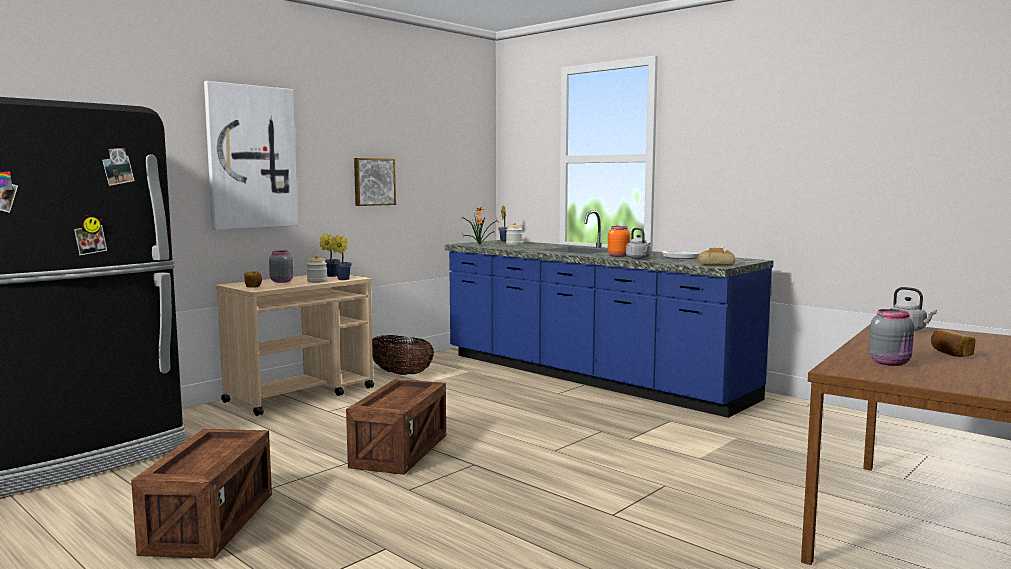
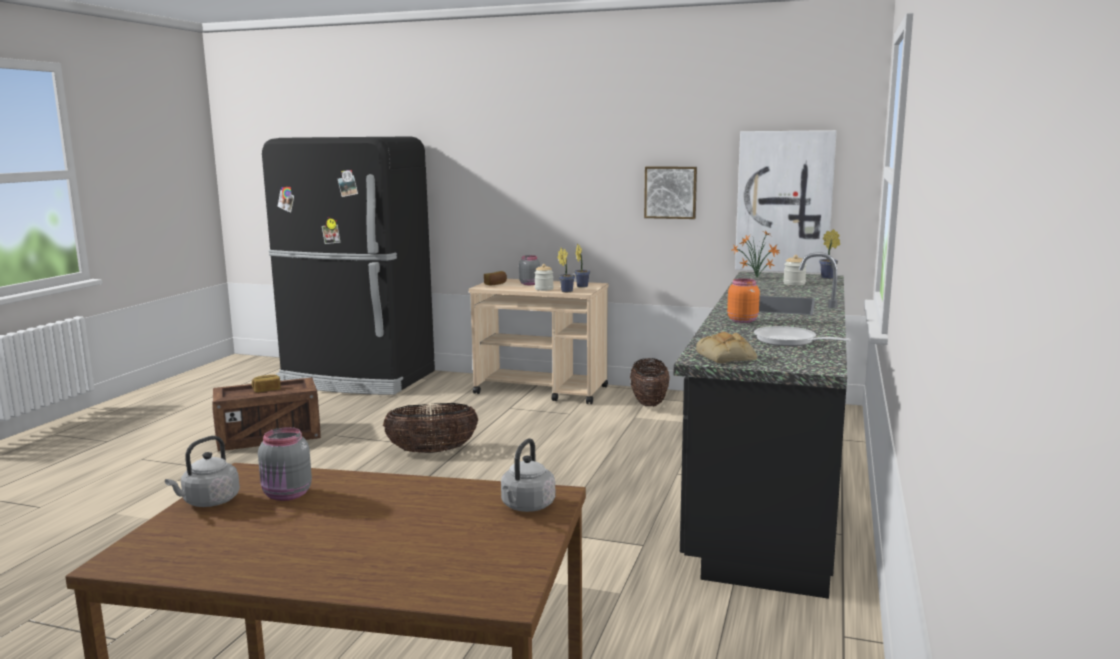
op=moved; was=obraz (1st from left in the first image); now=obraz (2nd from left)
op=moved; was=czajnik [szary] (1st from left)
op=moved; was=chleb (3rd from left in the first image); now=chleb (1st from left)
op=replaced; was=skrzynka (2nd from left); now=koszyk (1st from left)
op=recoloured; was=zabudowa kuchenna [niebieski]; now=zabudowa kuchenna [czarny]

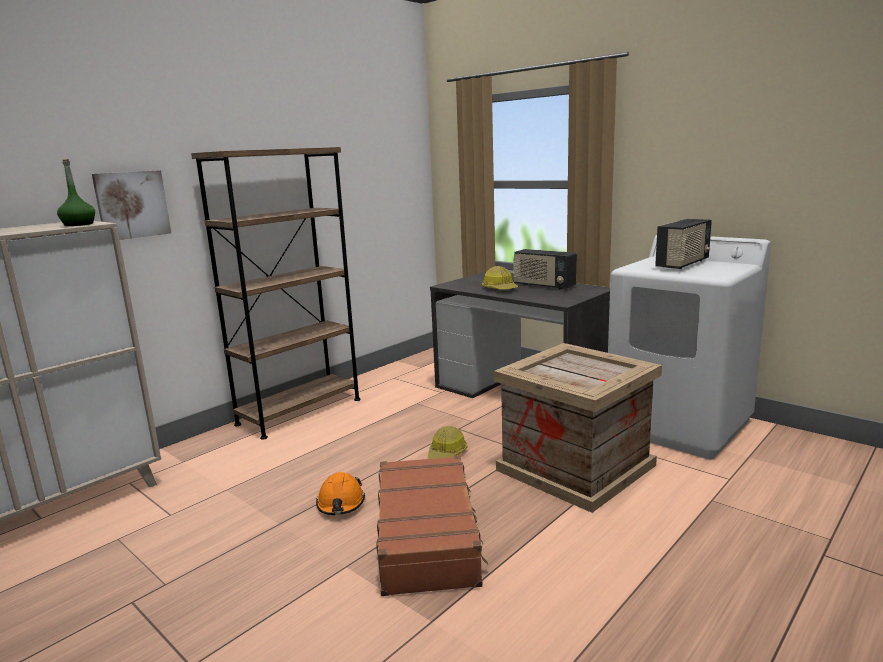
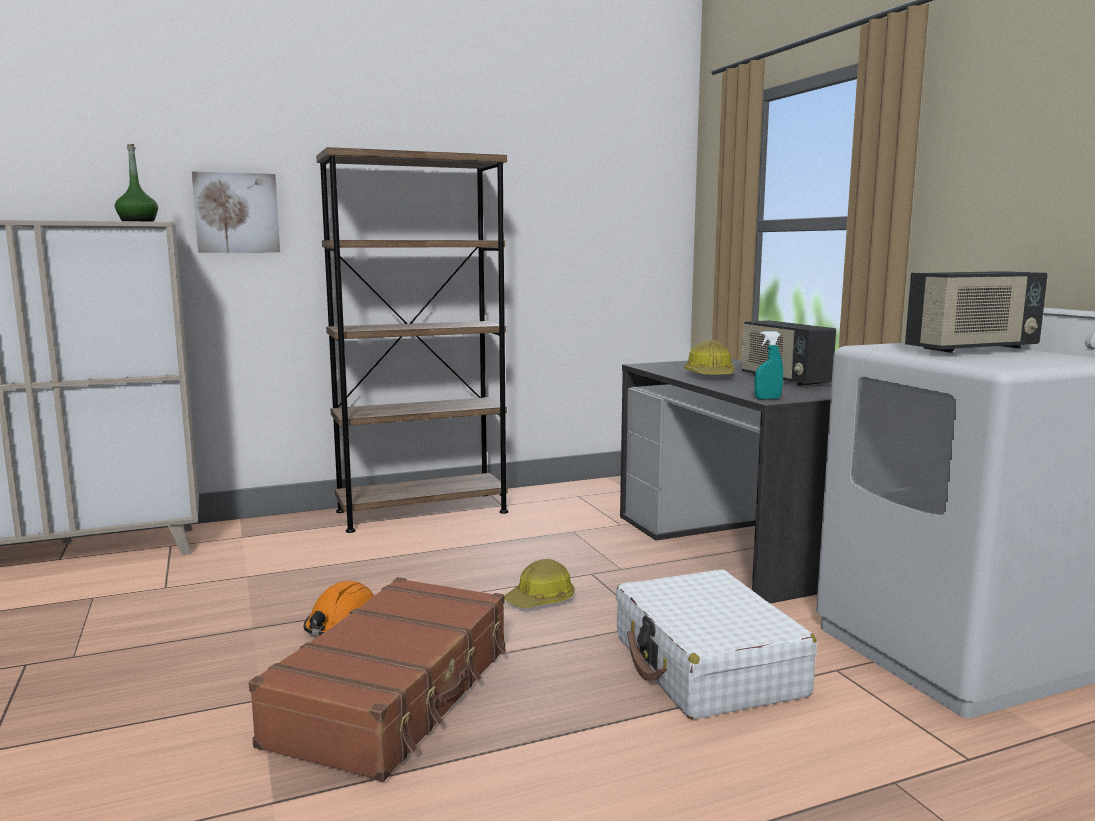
op=added; now=spryskiwacz [turkusowy]
op=replaced; was=skrzynka; now=walizka [biały]

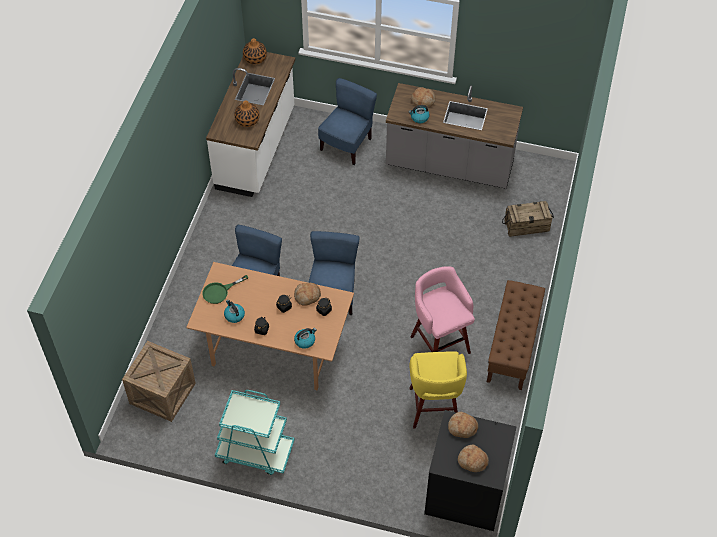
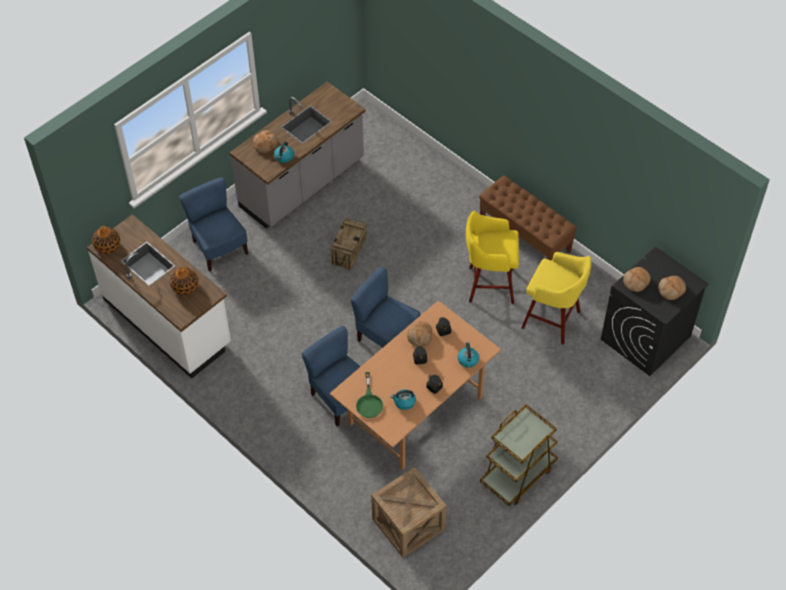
op=moved; was=skrzynka (2nd from left in the first image); now=skrzynka (1st from left)
op=recoloured; was=wózek [turkusowy]; now=wózek [brązowy]
op=recoloured; was=stołek [różowy]; now=stołek [żółty] (1st from left)

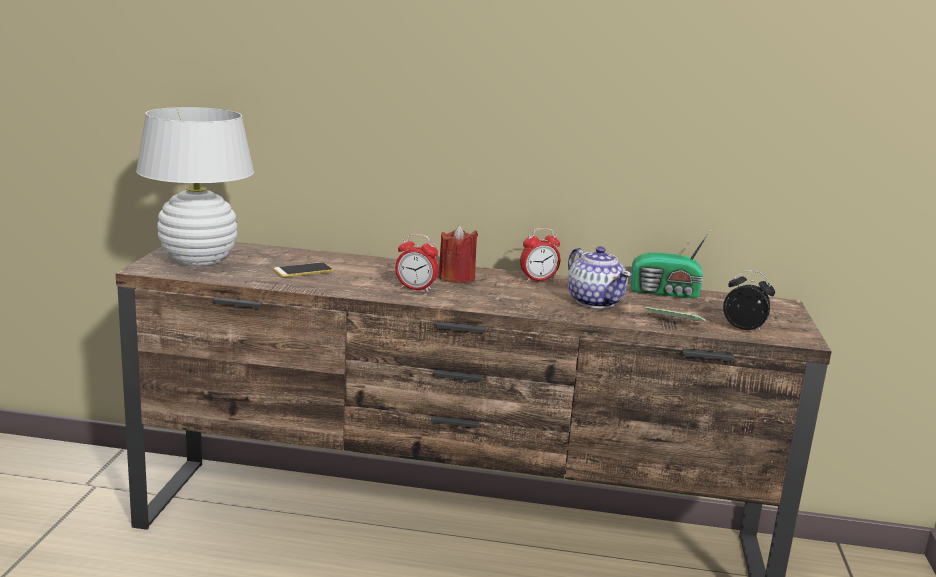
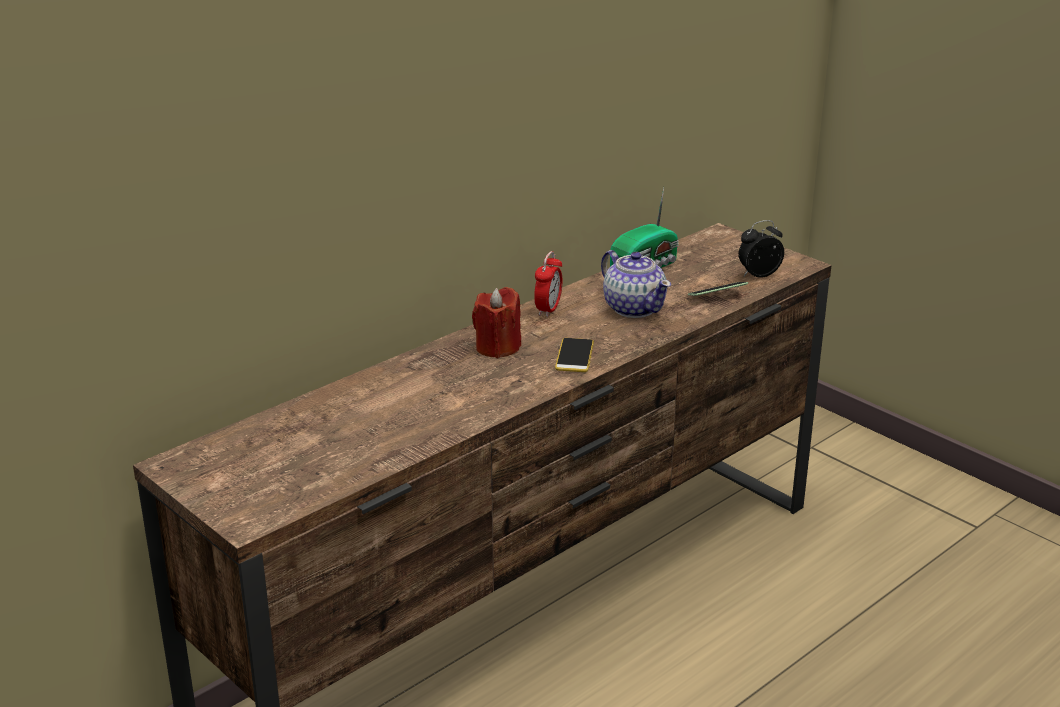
op=removed; was=lampa stołowa [biały]
op=removed; was=budzik (1st from left)
op=moved; was=telefon (1st from left)
op=turned; was=imbryk; clockwise=45

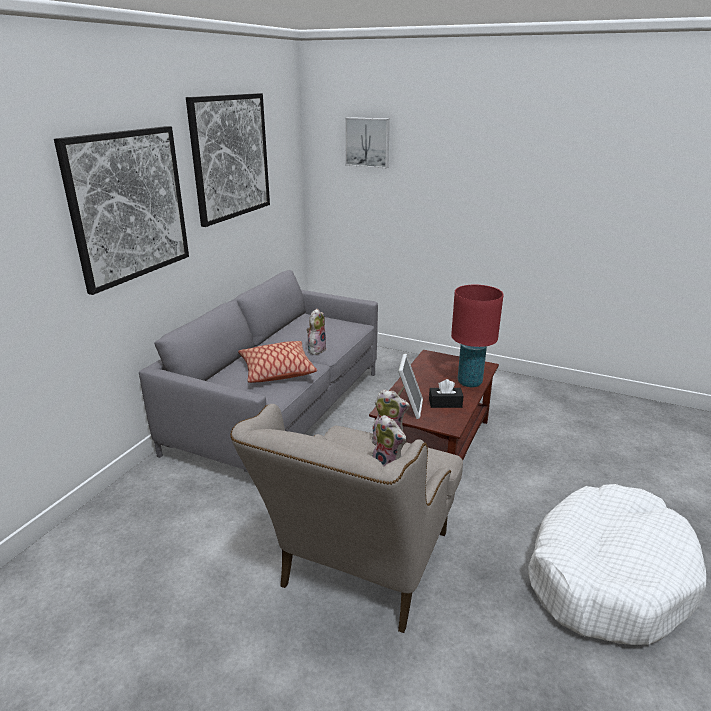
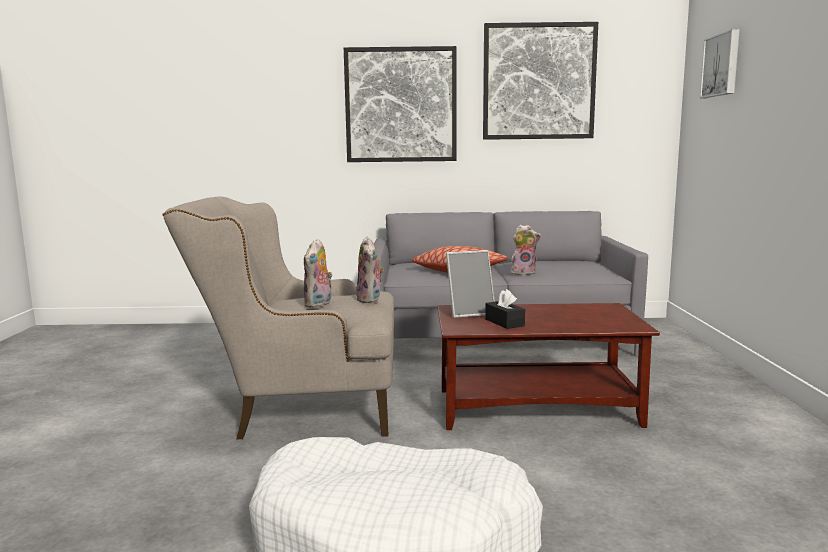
op=removed; was=lampa stołowa [czerwony]

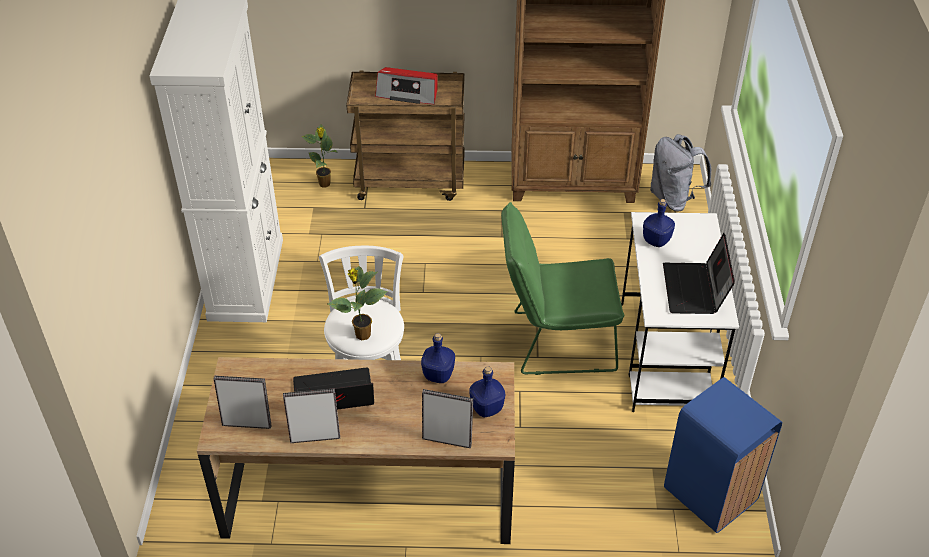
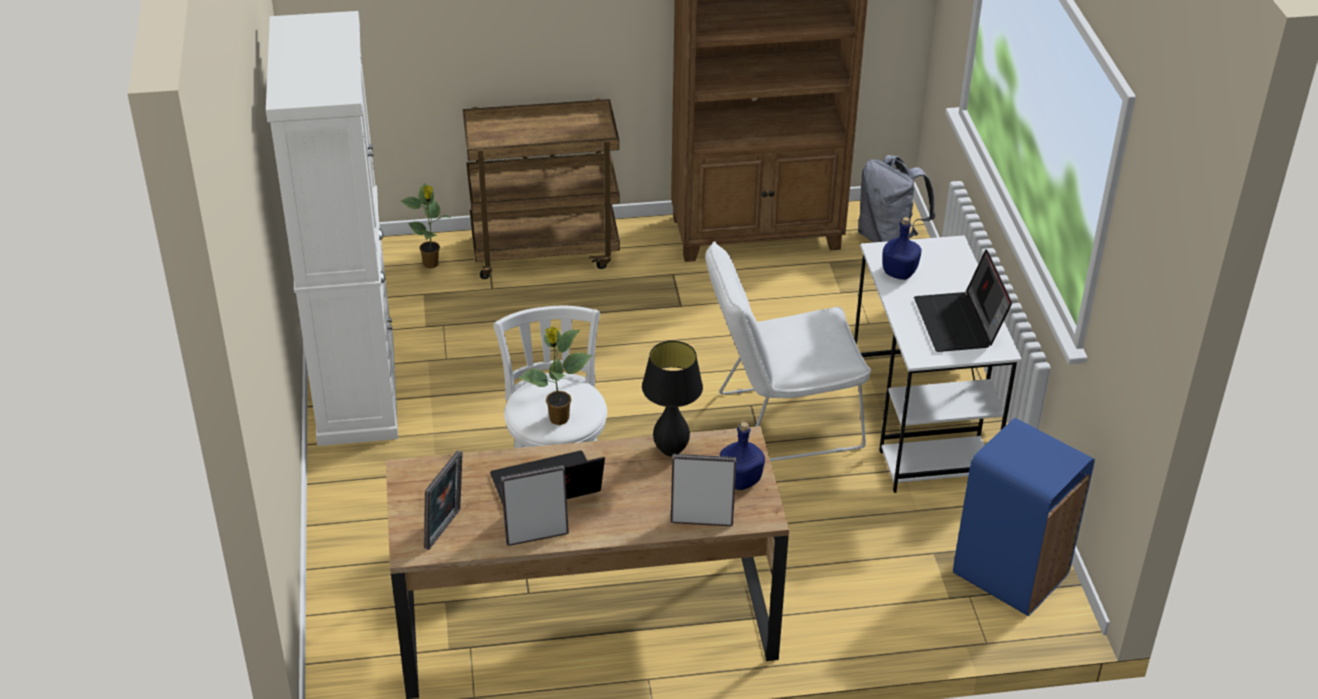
op=removed; was=radio
op=replaced; was=butelka [niebieski] (1st from left); now=lampa stołowa [czarny]
op=recoloured; was=krzesło [zielony]; now=krzesło [biały]
op=turned; was=ramka na zdjęcie (1st from left); clockwise=120

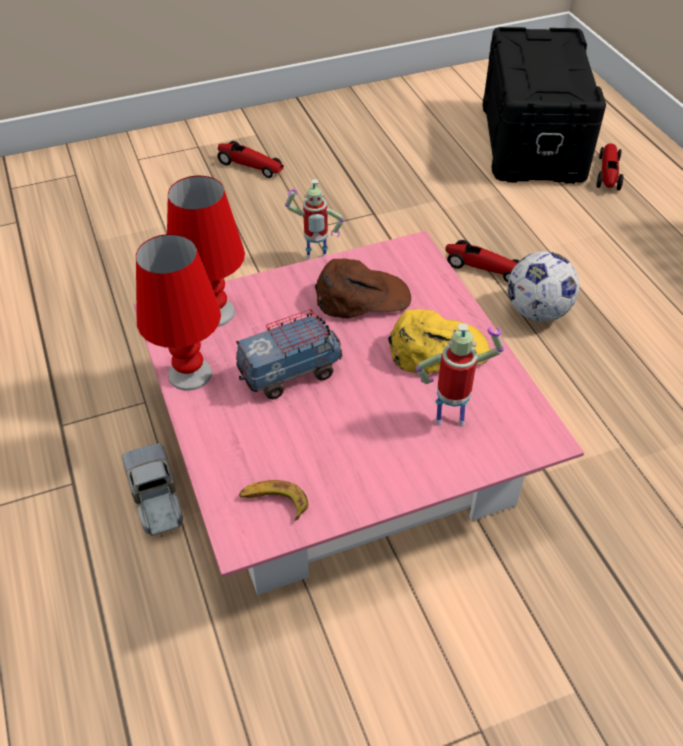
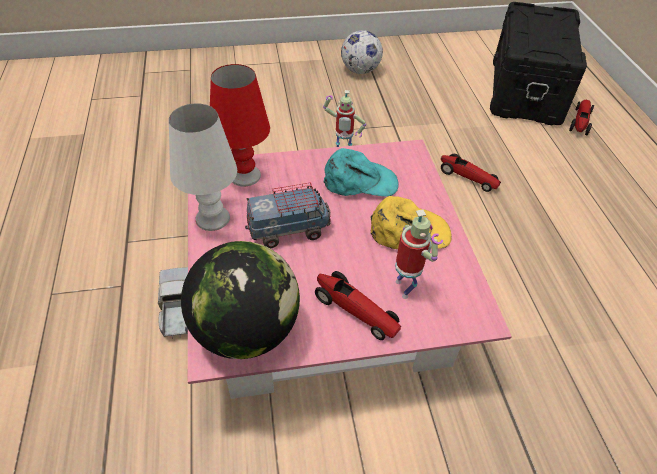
op=moved; was=samochodzik (1st from left)
op=moved; was=piłka futbolowa
op=replaced; was=banan; now=globus
op=recoloured; was=lampa stołowa [czerwony] (1st from left); now=lampa stołowa [biały]
op=recoloured; was=czapka z daszkiem [brązowy]; now=czapka z daszkiem [turkusowy]
op=turned; was=robot zabawkowy (2nd from left); clockwise=60

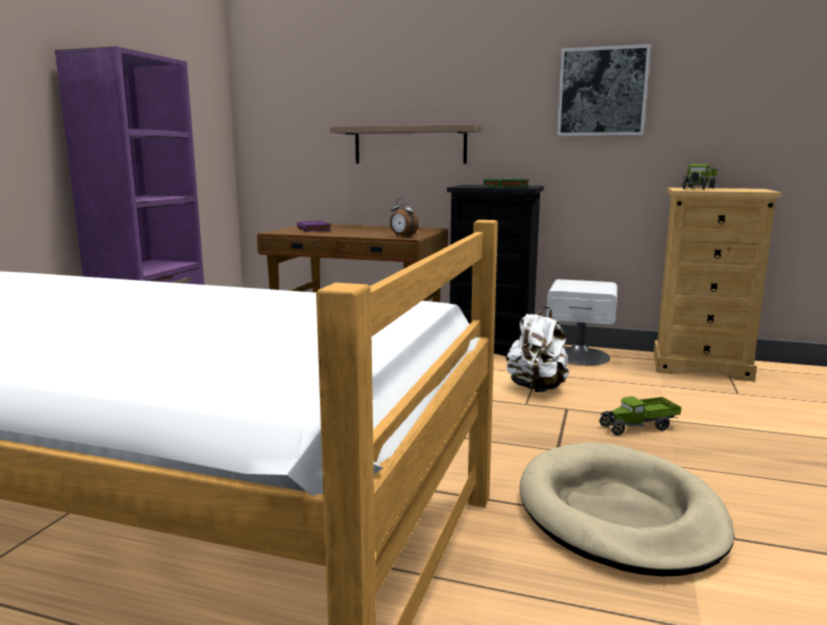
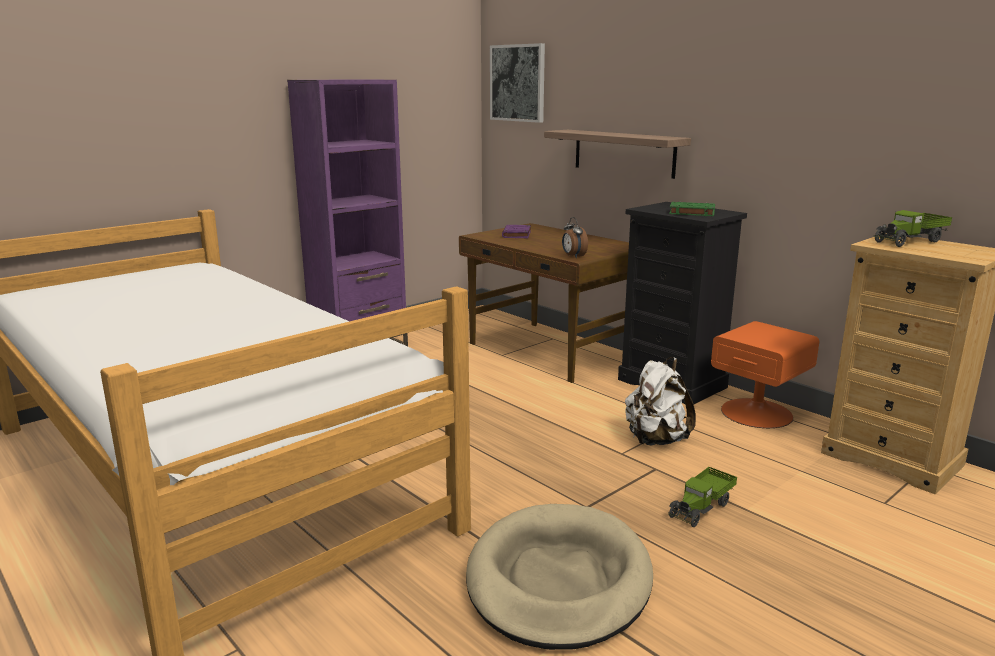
op=moved; was=obraz
op=recoloured; was=szafka nocna [biały]; now=szafka nocna [pomarańczowy]
op=turned; was=ciężarówka zabawkowa (1st from left); clockwise=-60

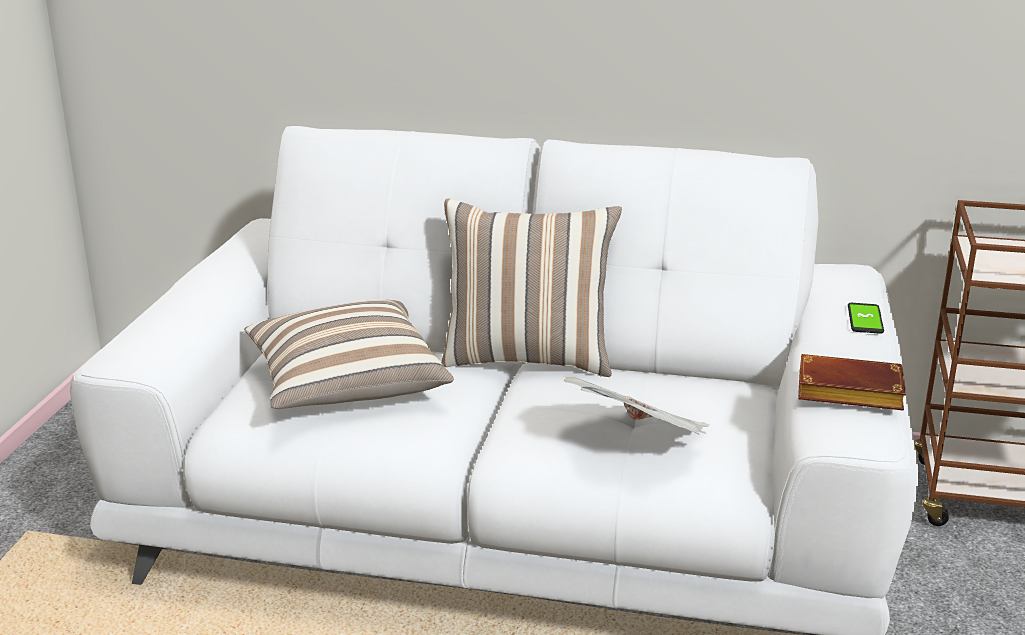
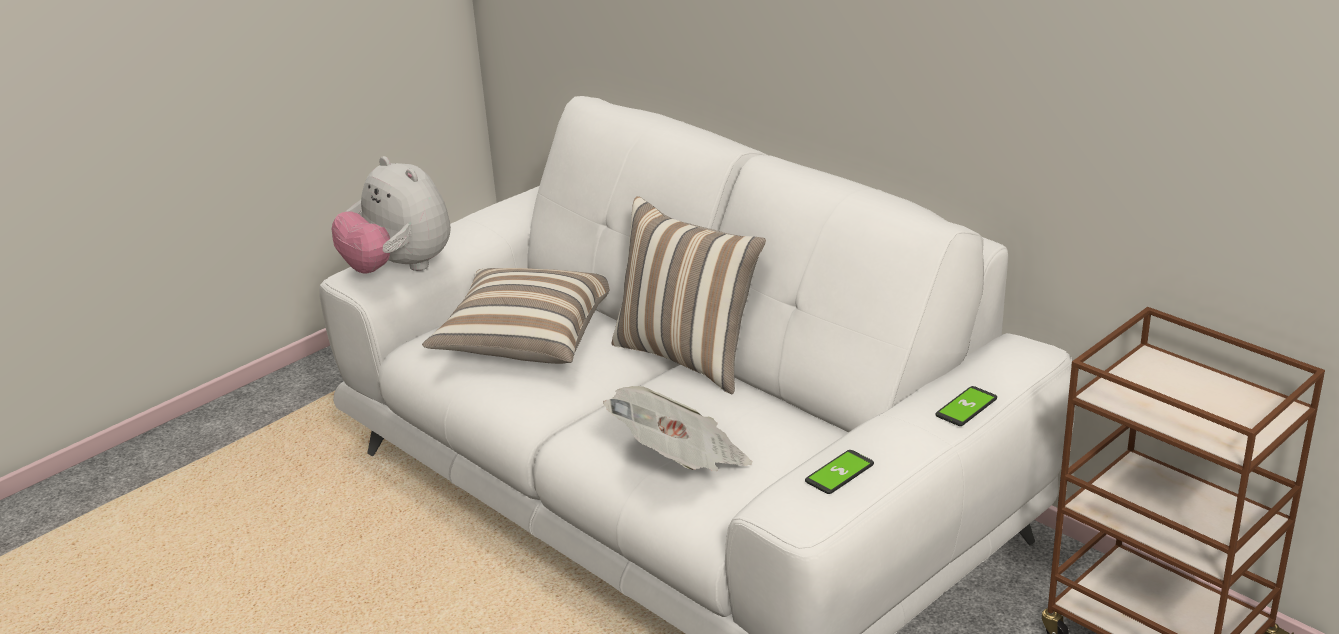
op=added; now=pluszak
op=replaced; was=książka [brązowy]; now=telefon (1st from left)

